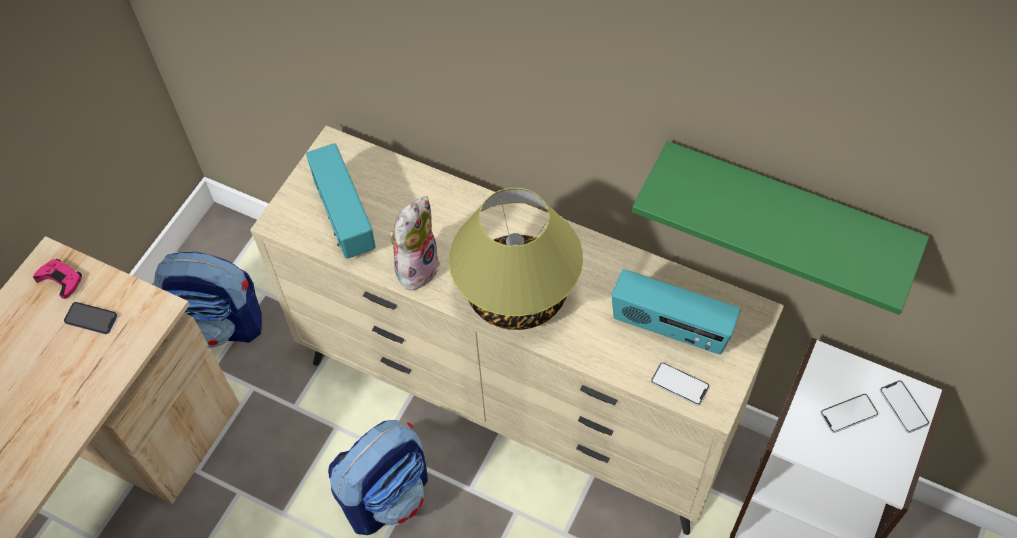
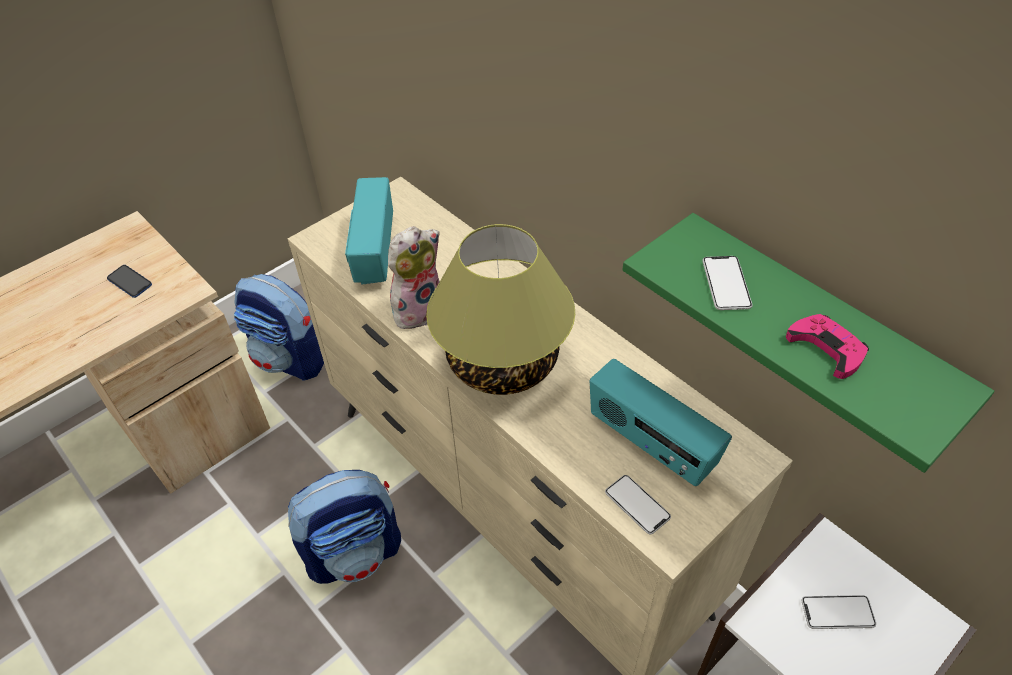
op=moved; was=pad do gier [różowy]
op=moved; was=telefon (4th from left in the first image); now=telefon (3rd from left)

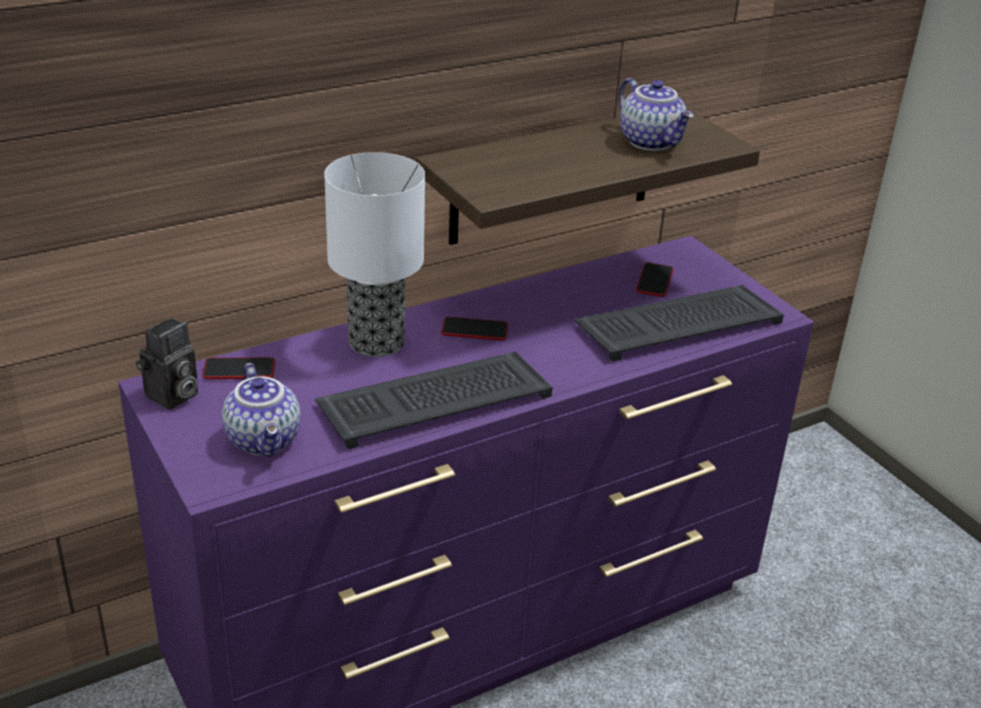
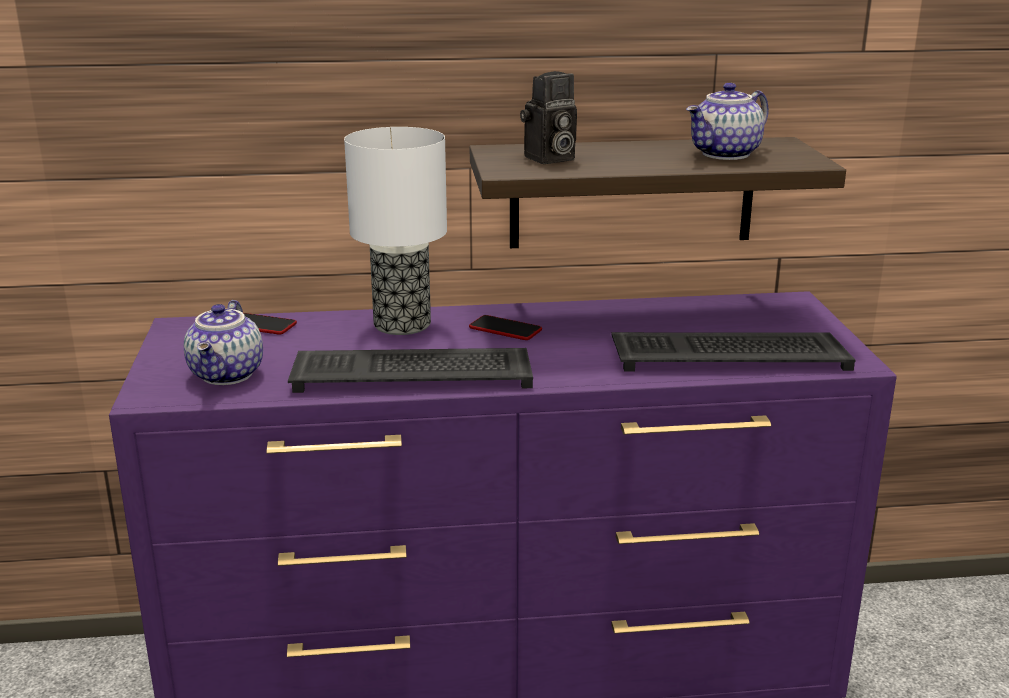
op=removed; was=telefon (3rd from left)
op=moved; was=aparat fotograficzny
op=turned; was=imbryk (2nd from left); clockwise=60

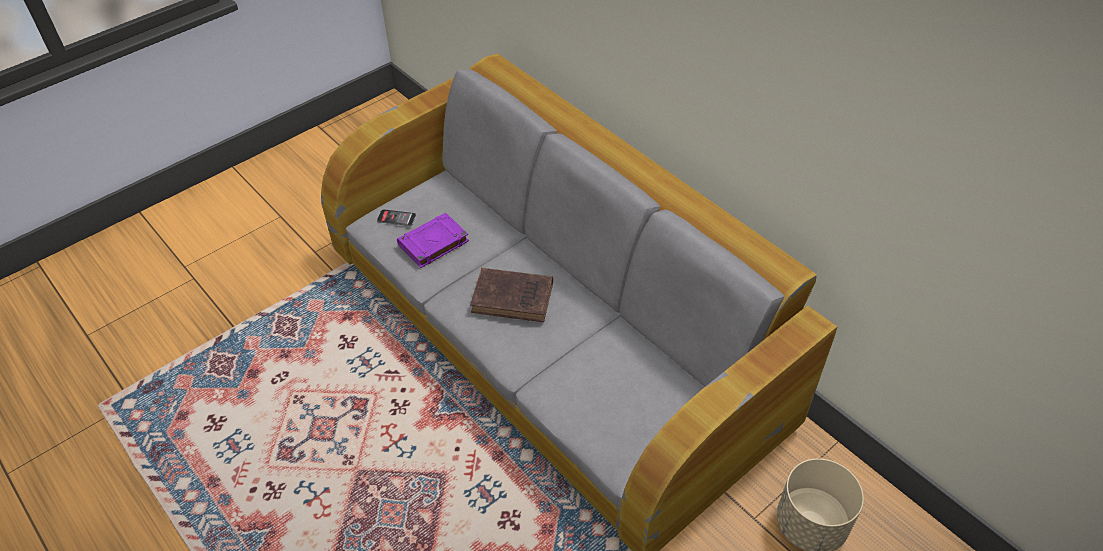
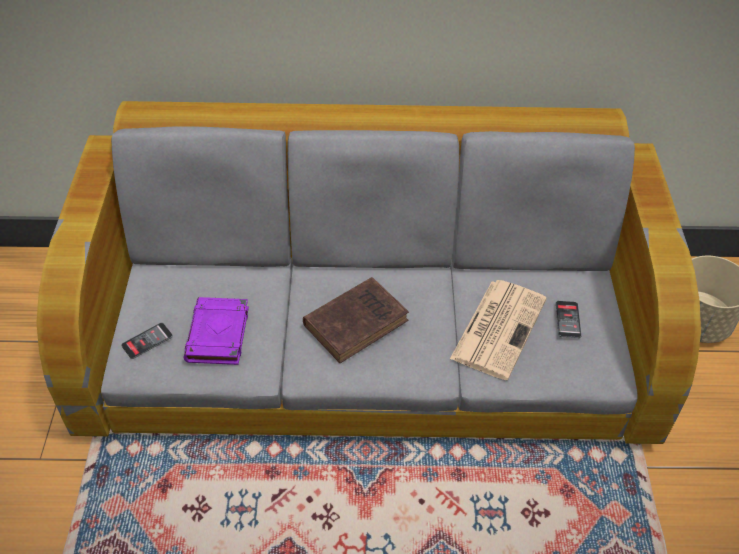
op=added; now=gazeta
op=added; now=telefon (2nd from left)

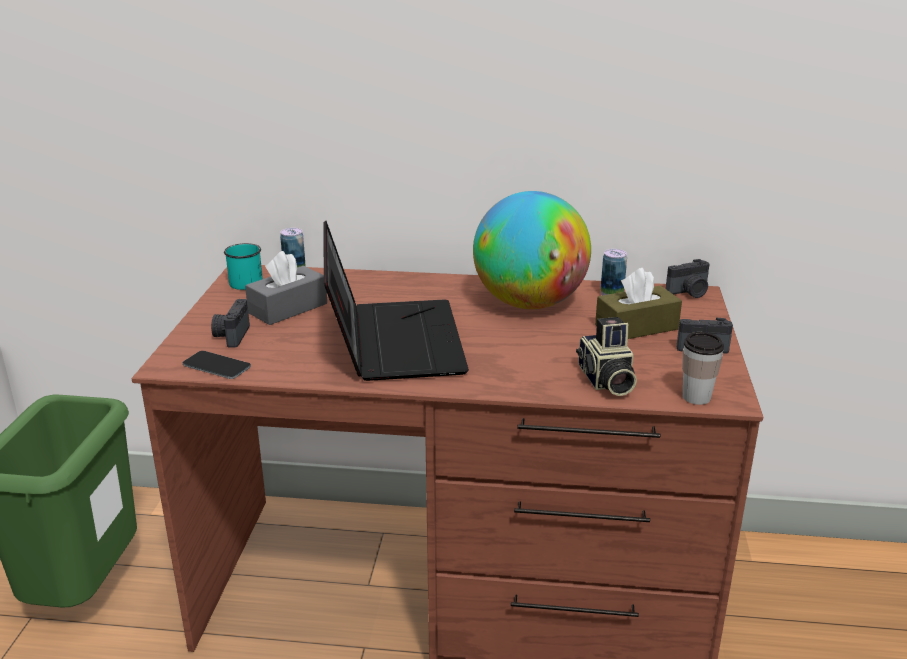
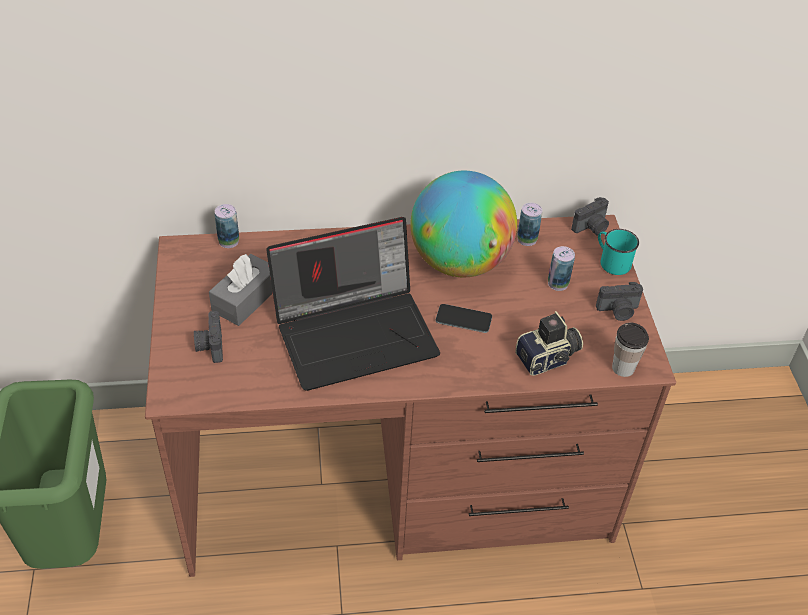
op=moved; was=telefon
op=moved; was=kubek [turkusowy]
op=replaced; was=pudełko chusteczek [brązowy]; now=puszka (3rd from left)
op=turned; was=laptop; clockwise=90
op=turned; was=aparat fotograficzny (2nd from left); clockwise=-90

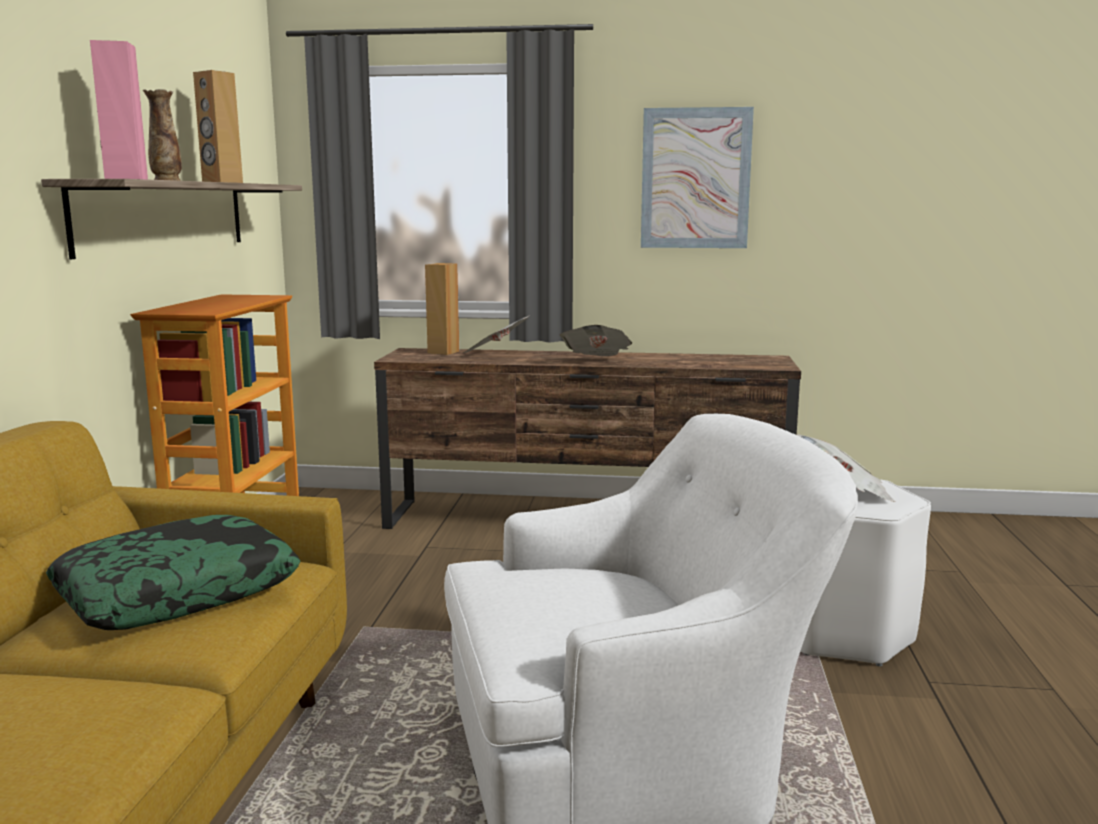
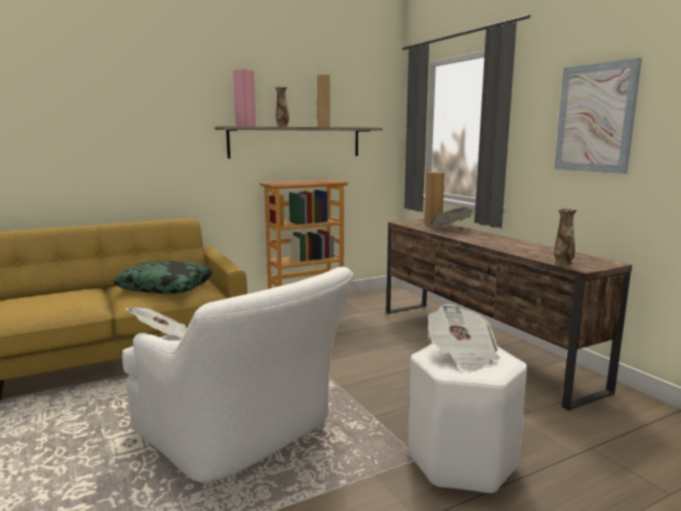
op=added; now=wazon (2nd from left)
op=moved; was=gazeta (2nd from left in the first image); now=gazeta (1st from left)

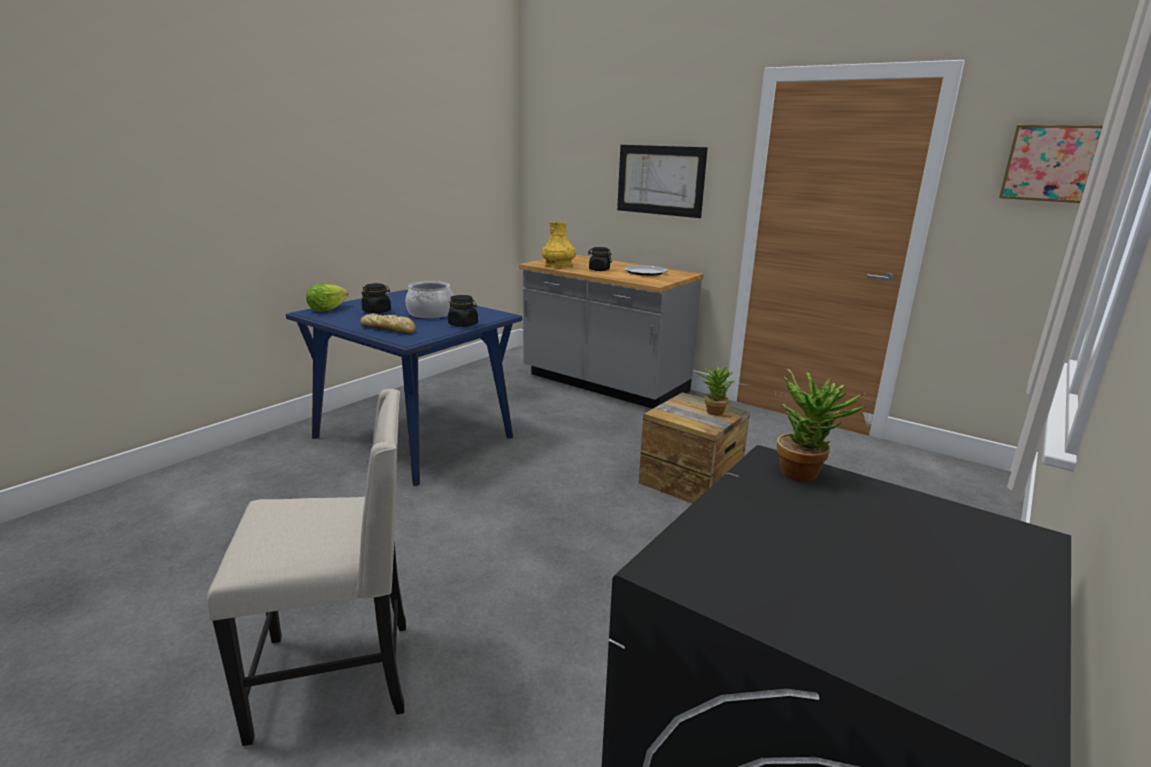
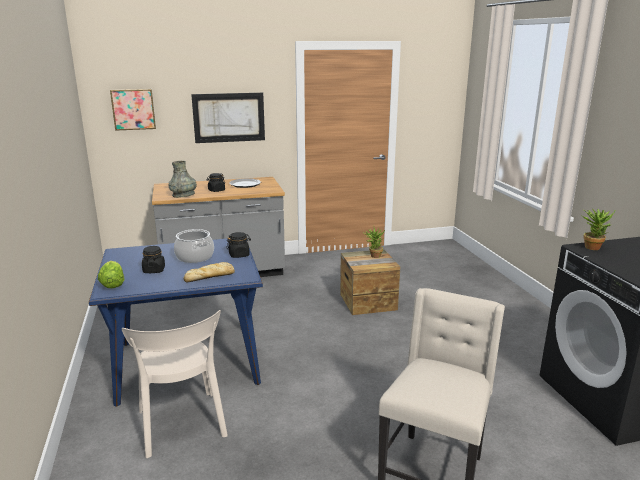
op=added; now=krzesło [beżowy] (1st from left)
op=moved; was=obraz (2nd from left in the first image); now=obraz (1st from left)
op=recoloured; was=wazon [żółty]; now=wazon [szary]

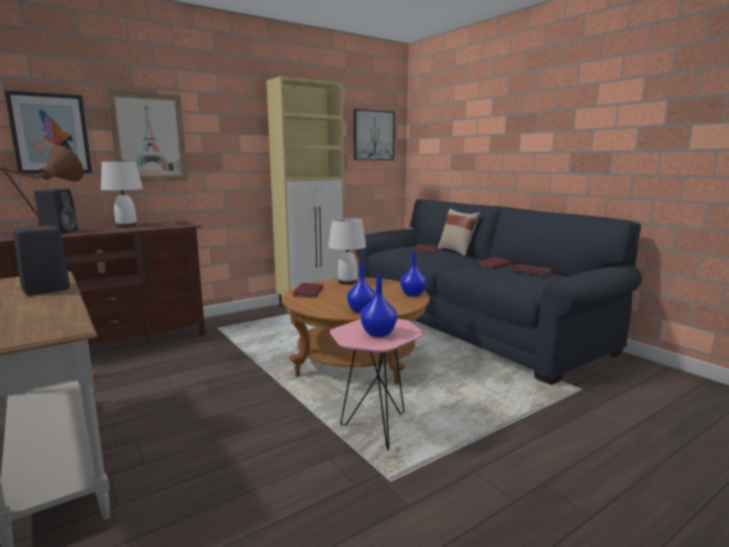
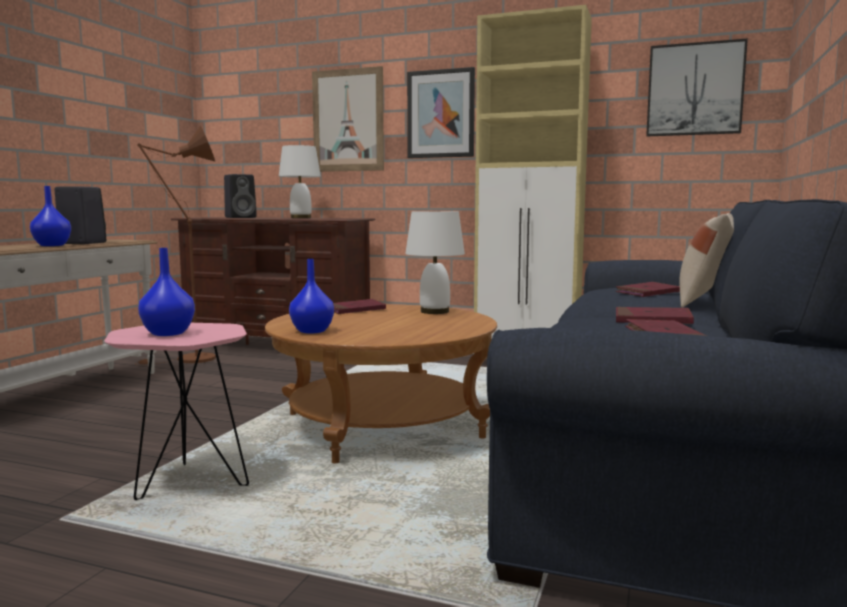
op=moved; was=obraz (1st from left in the first image); now=obraz (2nd from left)
op=moved; was=wazon [niebieski] (3rd from left in the first image); now=wazon [niebieski] (1st from left)

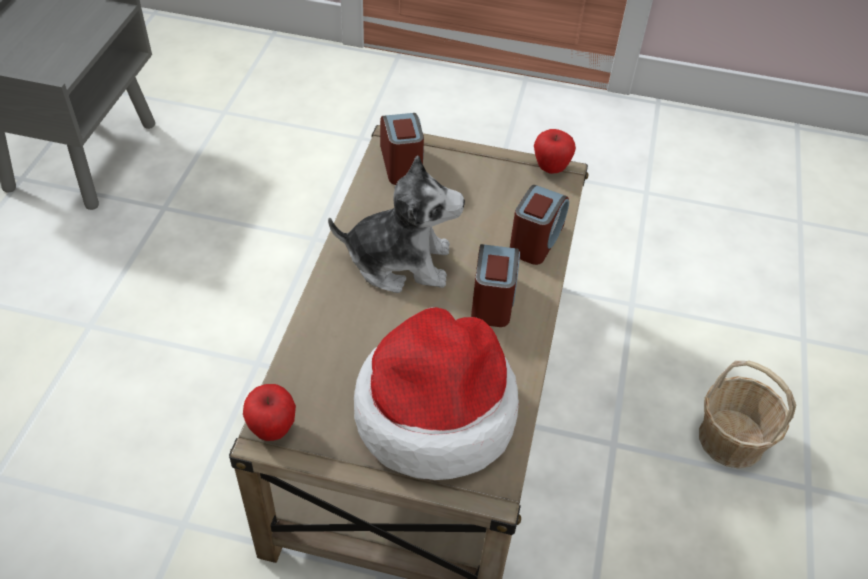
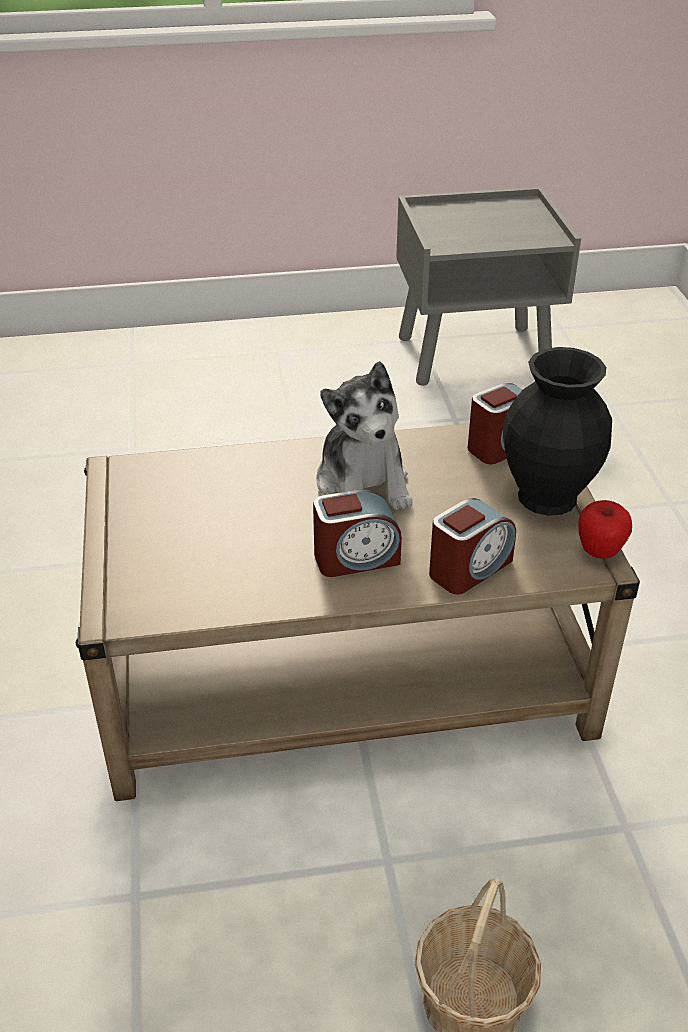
op=removed; was=jabłko (1st from left)
op=removed; was=kapelusz
op=added; now=wazon [czarny]
op=turned; was=budzik (3rd from left in the first image); clockwise=-45

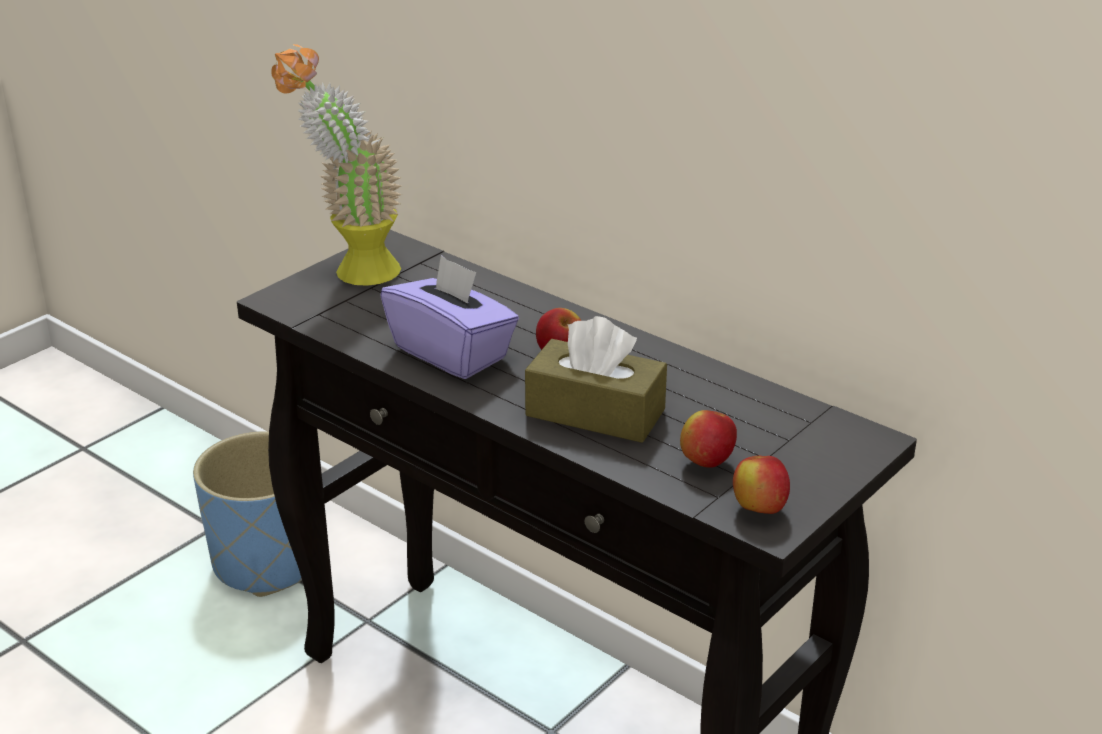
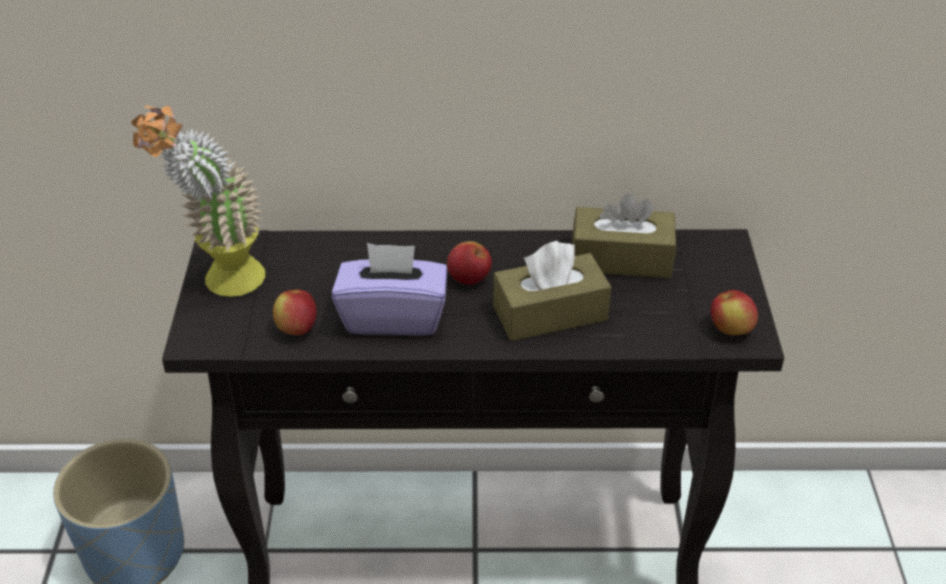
op=added; now=pudełko chusteczek [brązowy] (2nd from left)
op=moved; was=jabłko (2nd from left in the first image); now=jabłko (1st from left)

